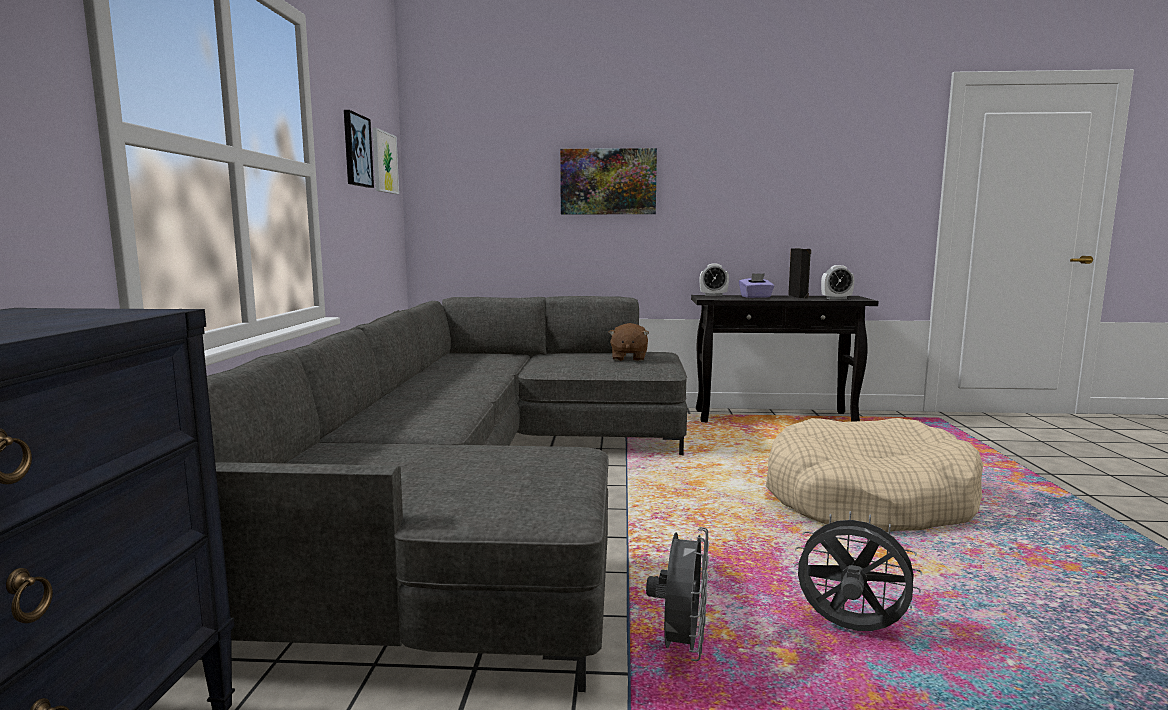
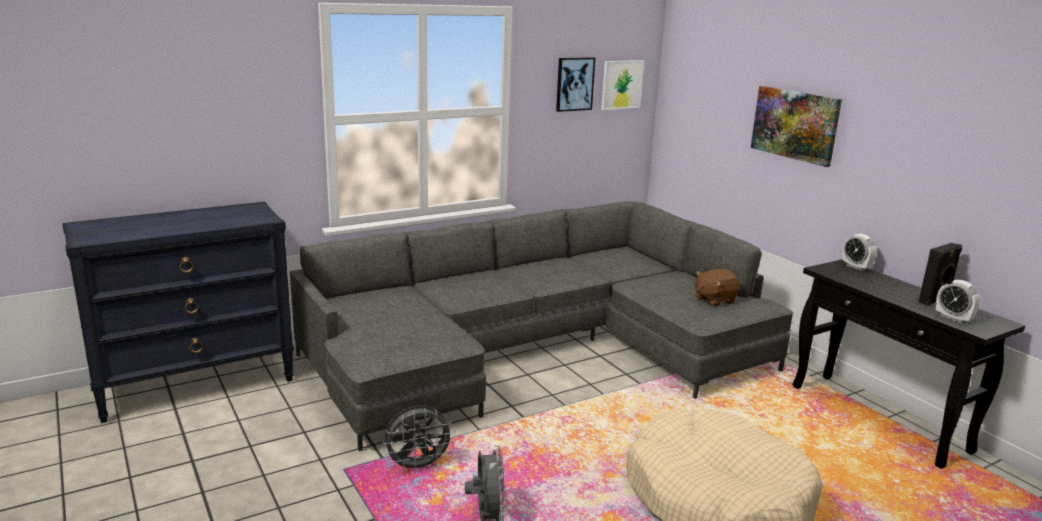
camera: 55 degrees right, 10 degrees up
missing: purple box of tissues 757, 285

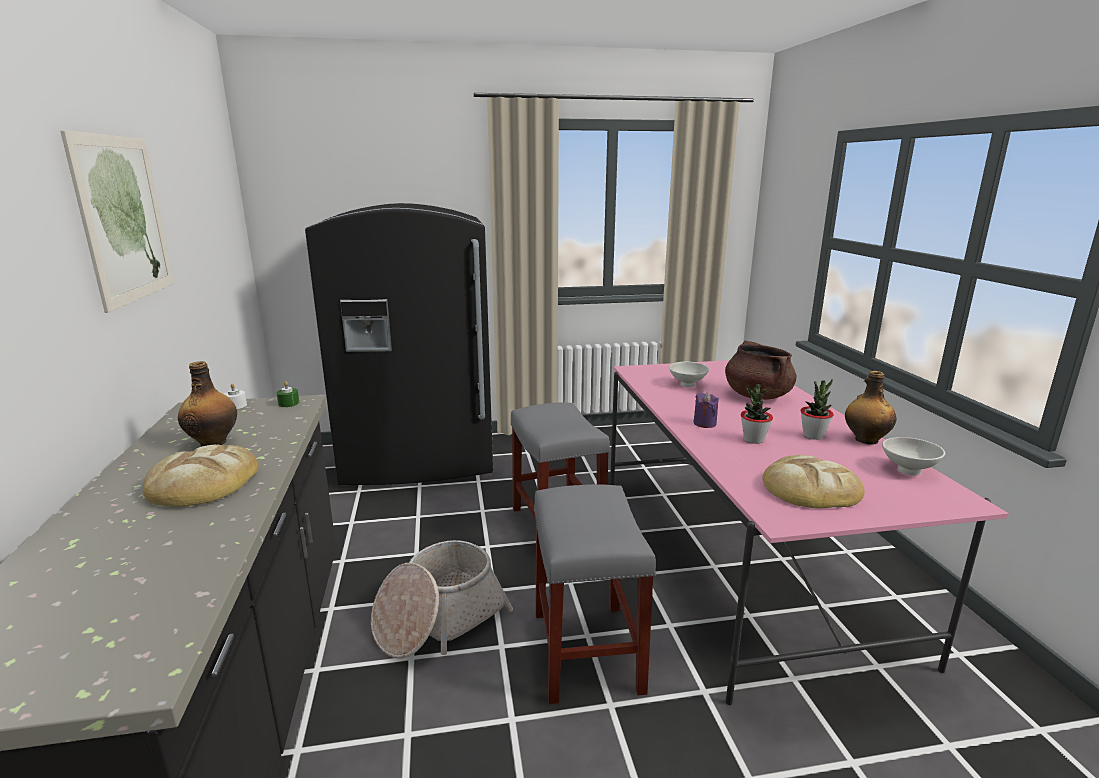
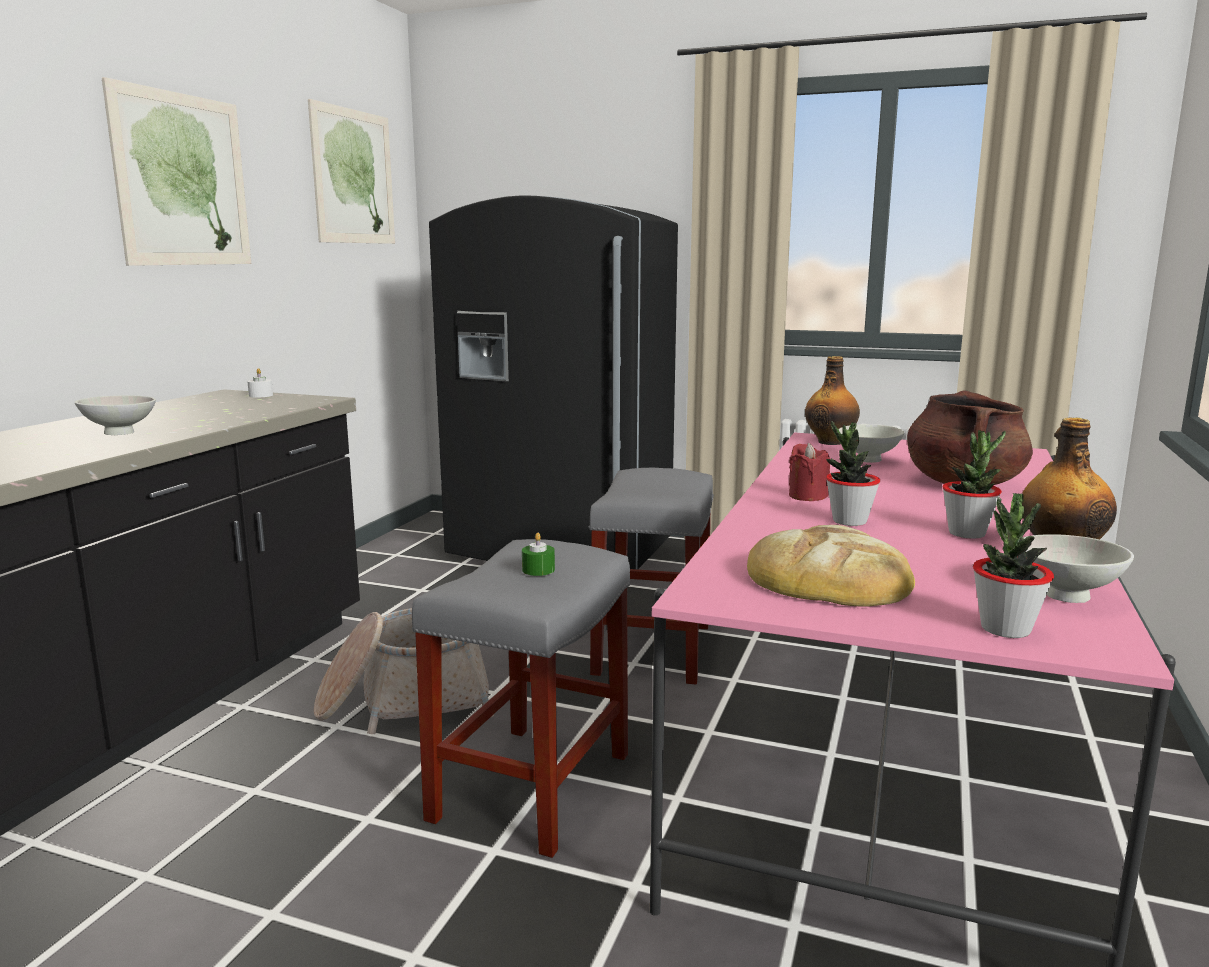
camera: 30 degrees right, 5 degrees down
appeared: wall art 351, 171; houseplant 1013, 565
relocated: greenish wax candle 288, 394 to 538, 554; bottle 207, 404 to 832, 400
exchanged: bakery bread 201, 476 to white-coloured serving bowl 115, 415
colour: purple wax candle 706, 410 to red-coloured wax candle 809, 472

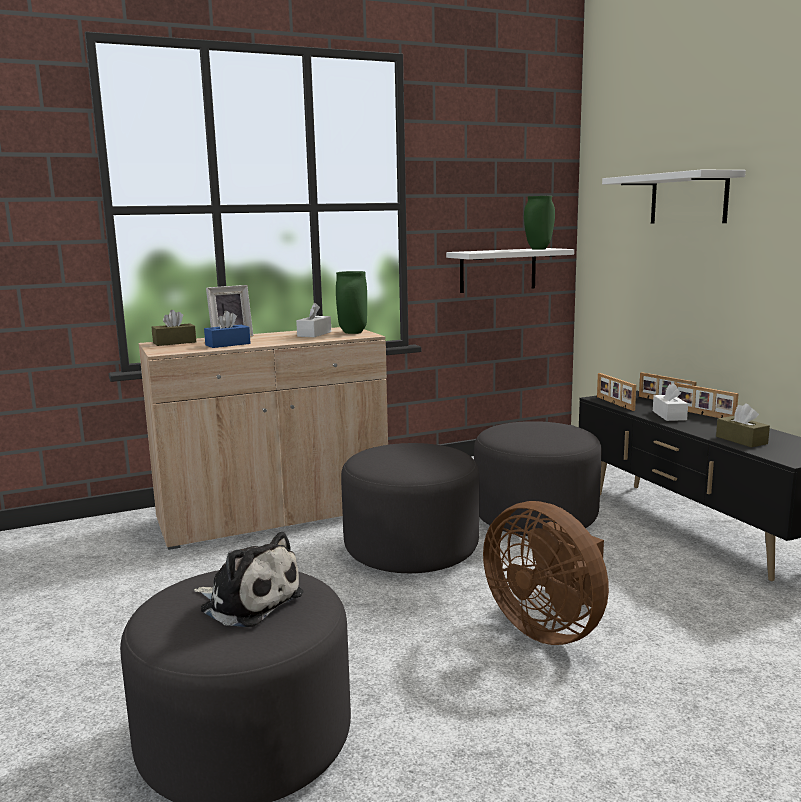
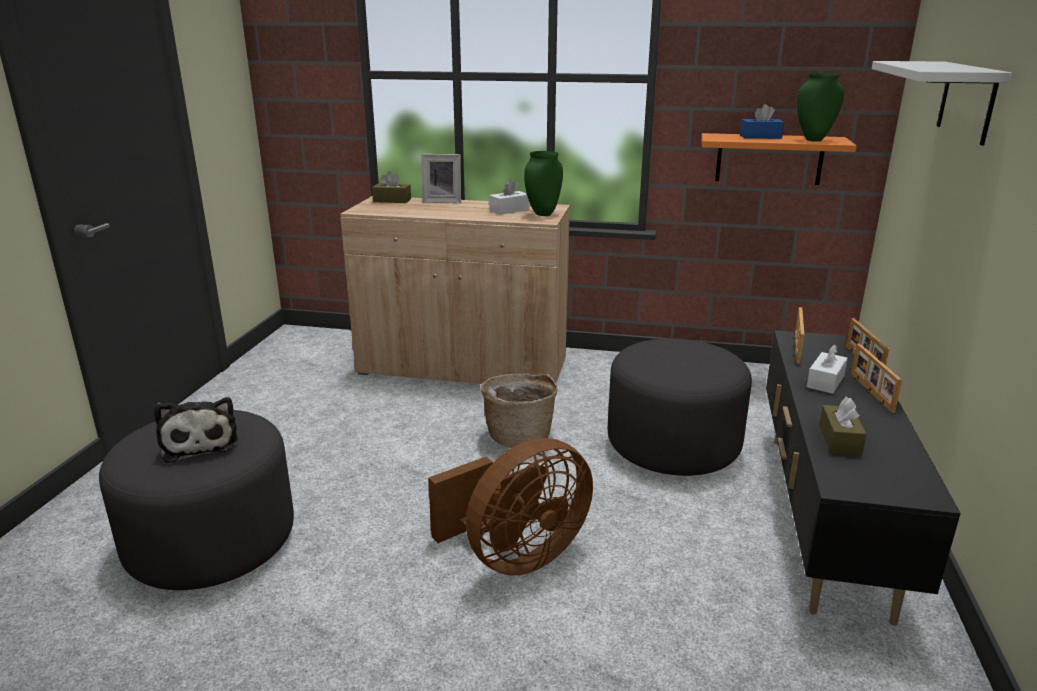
camera: 35 degrees right, 10 degrees up
relocated: bluish box of tissues 227, 329 to 762, 121
exchanged: grey footrest 410, 508 to storage basket 519, 410
colour: white-coloured wall shelf 510, 270 to orangey wall shelf 779, 159
spun: brown electric fan 546, 573 = 510, 506 120 degrees counterclockwise

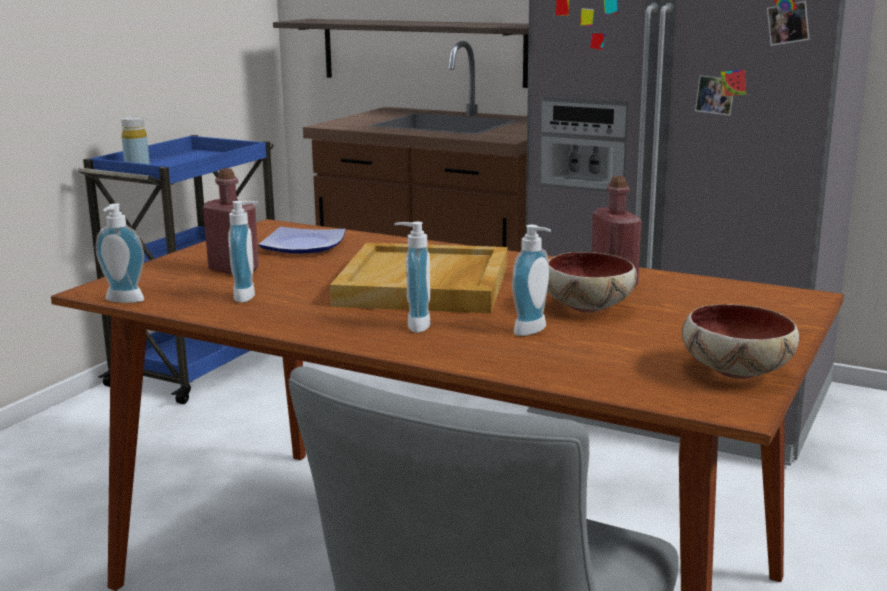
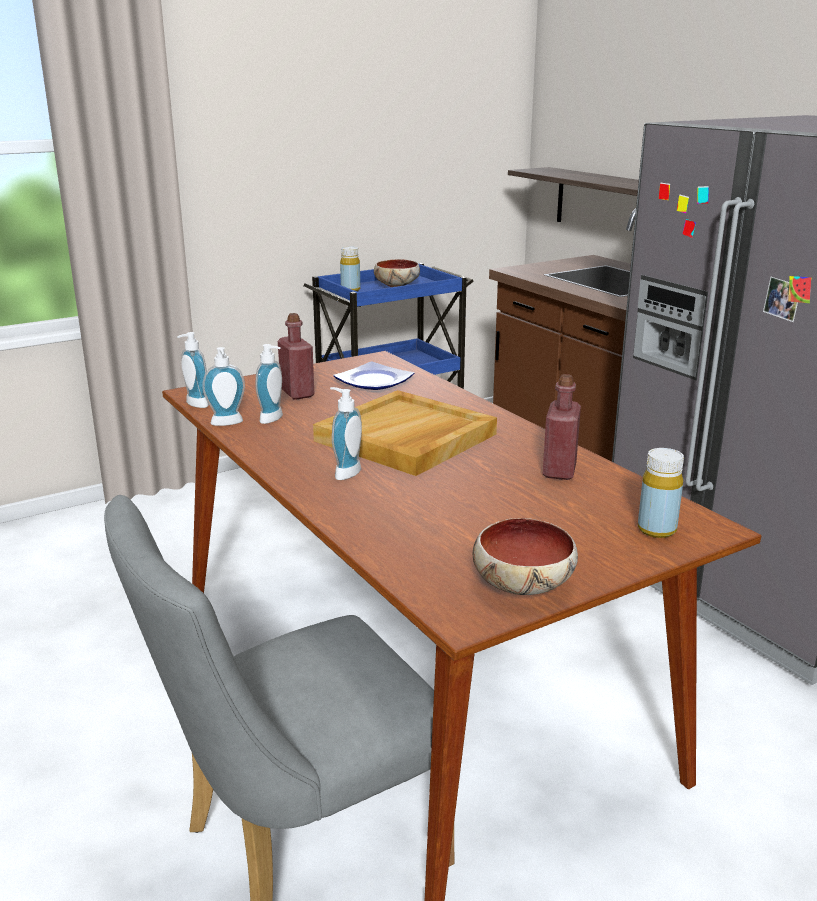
camera: 30 degrees right, 5 degrees up
appeared: yellowish bottle 661, 493
relocated: soap bottle 531, 280 to 223, 386; serving bowl 592, 282 to 397, 273

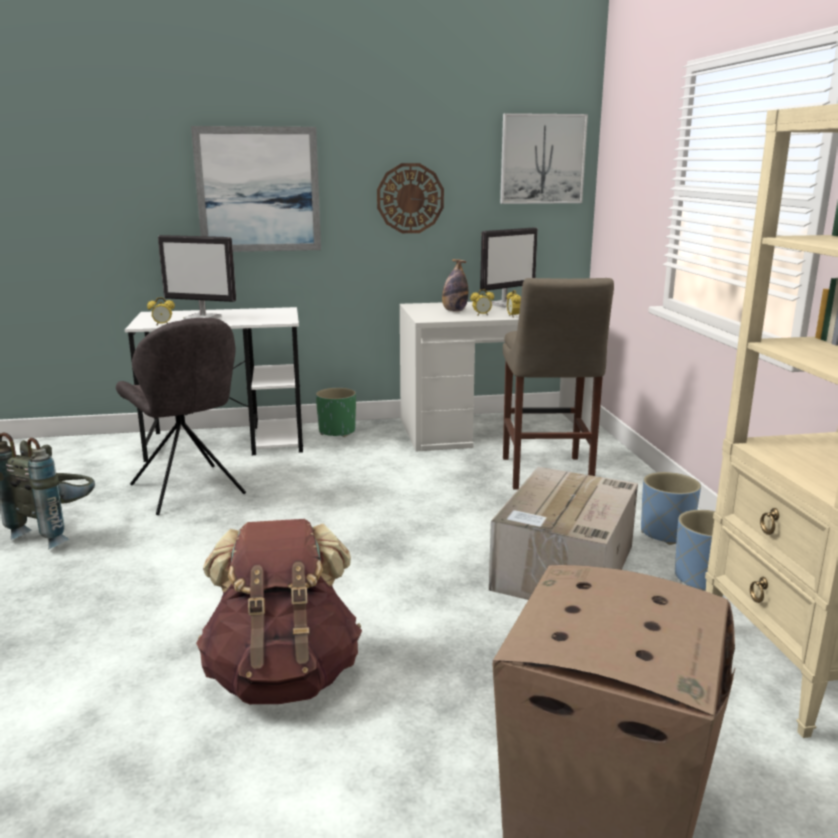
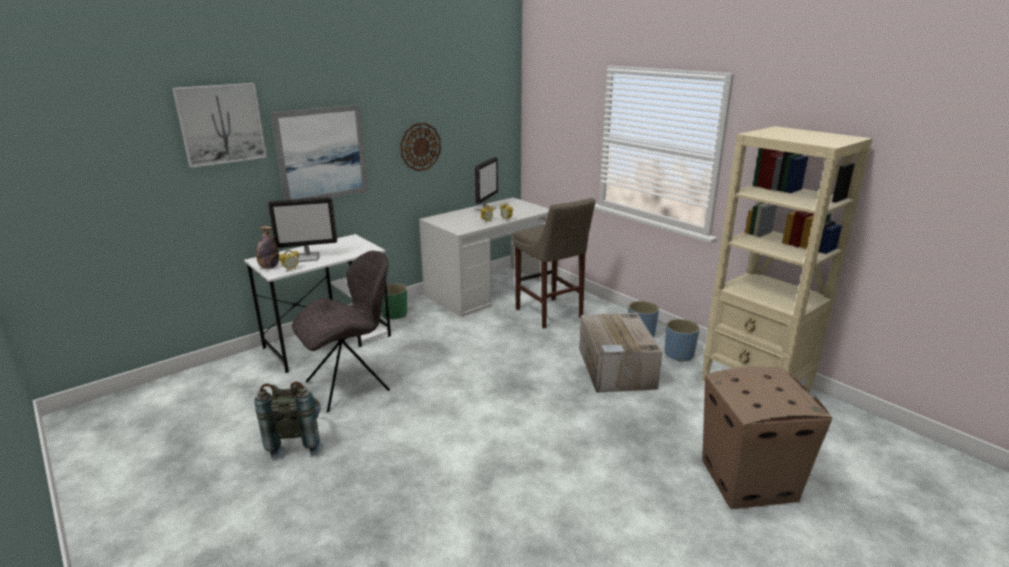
camera: 30 degrees left, 5 degrees up
missing: brown backpack 279, 611
relocated: wall art 544, 158 to 219, 125; bottle 455, 285 to 267, 247
spun: grey plain chair 181, 416 = 341, 331 60 degrees counterclockwise

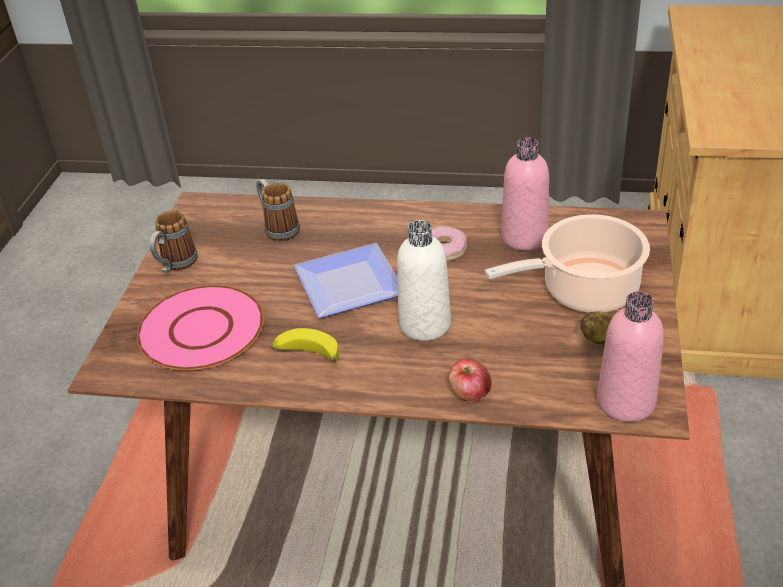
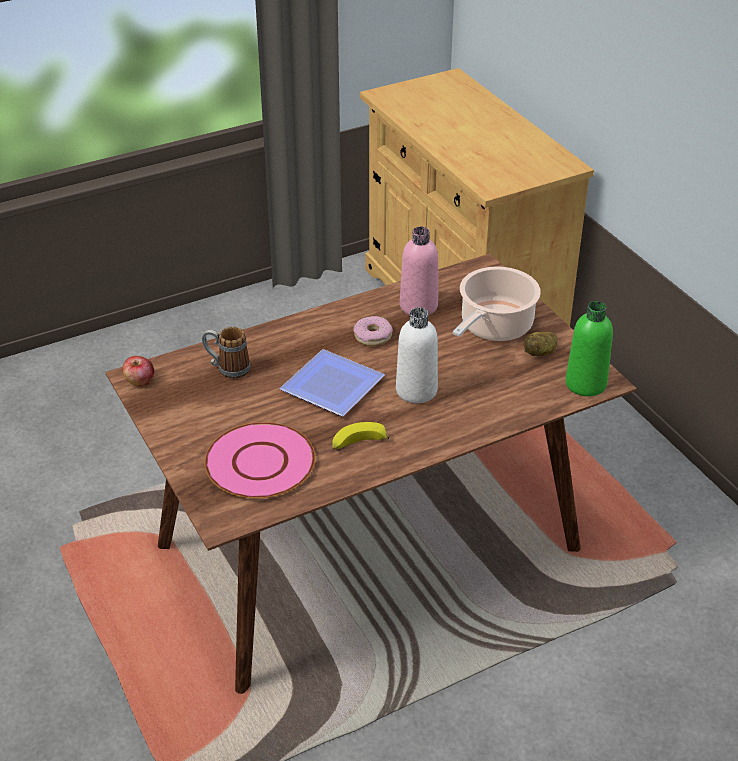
camera: 40 degrees left, 0 degrees up
missing: mug 173, 241
relocated: apple fruit 470, 380 to 138, 371
colour: pink-coloured bottle 630, 356 to greenish bottle 589, 348

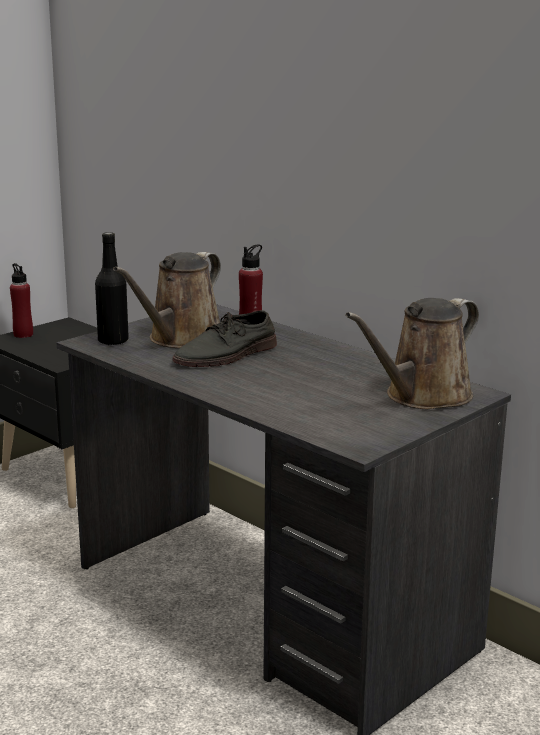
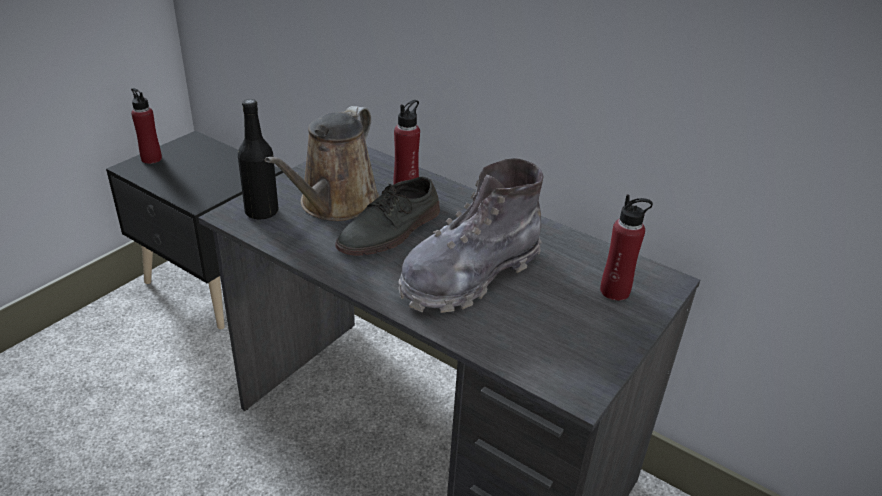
camera: 10 degrees left, 15 degrees up
appeared: grey boot 471, 235
exchanged: brown watering pot 412, 353 to red-coloured bottle 626, 247

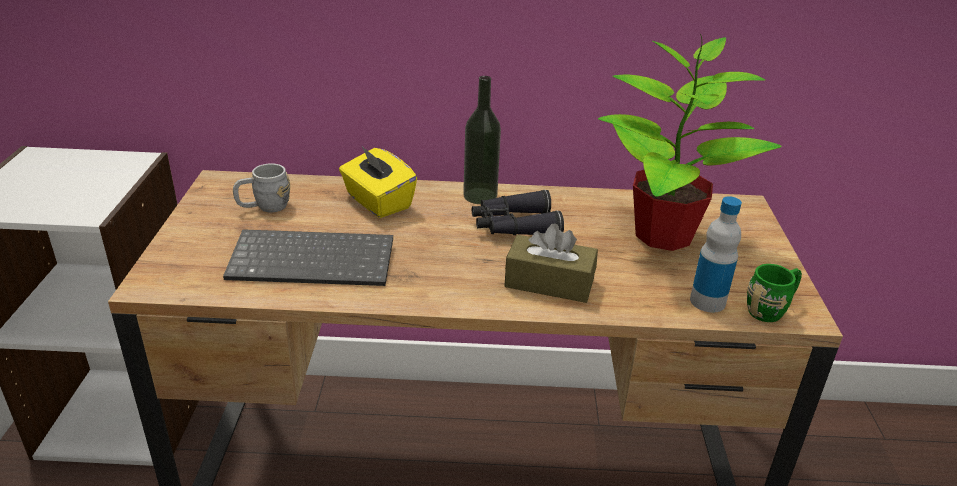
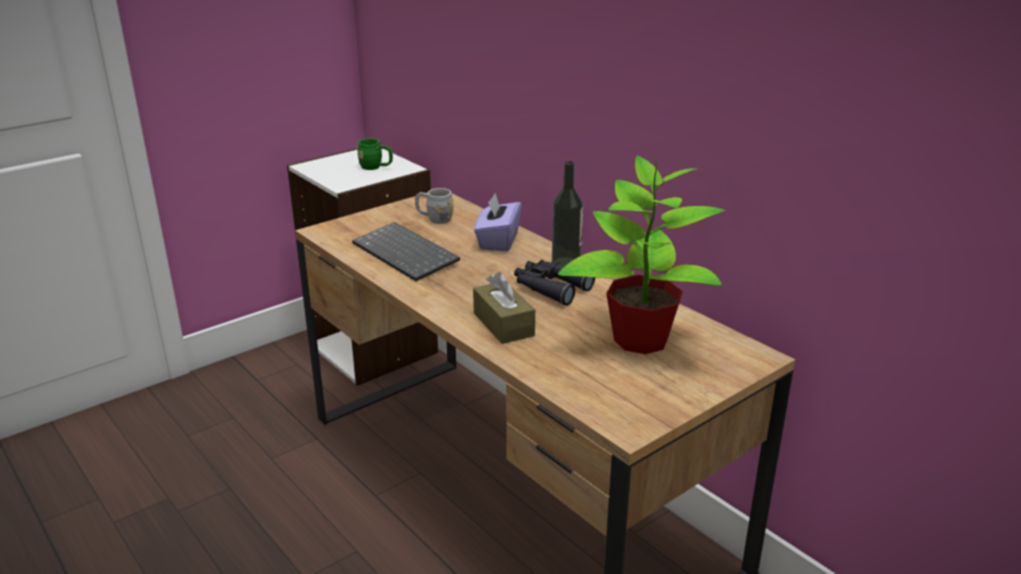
camera: 50 degrees right, 5 degrees down
missing: bottle 716, 254
relocated: greenish mug 774, 293 to 375, 154
colour: yellowish box of tissues 378, 181 to purple box of tissues 497, 222

